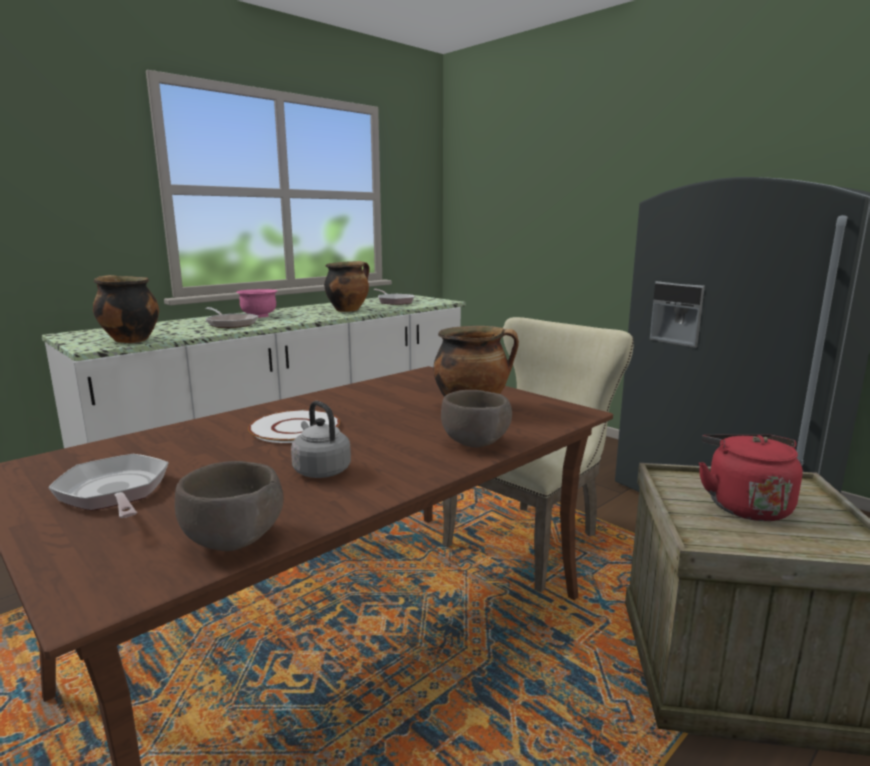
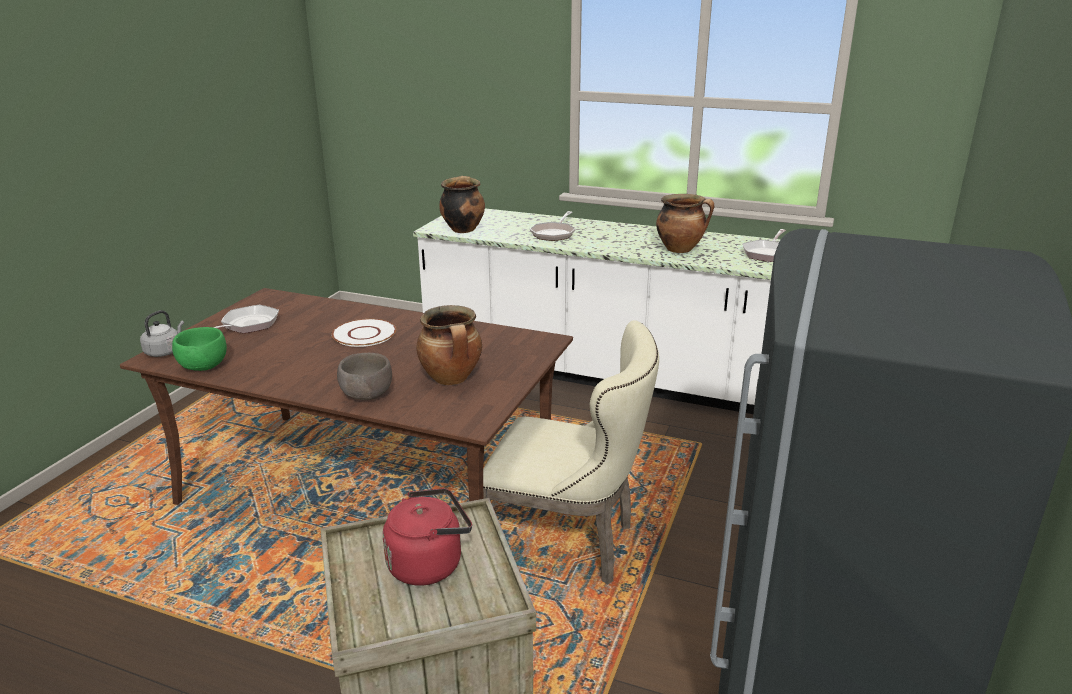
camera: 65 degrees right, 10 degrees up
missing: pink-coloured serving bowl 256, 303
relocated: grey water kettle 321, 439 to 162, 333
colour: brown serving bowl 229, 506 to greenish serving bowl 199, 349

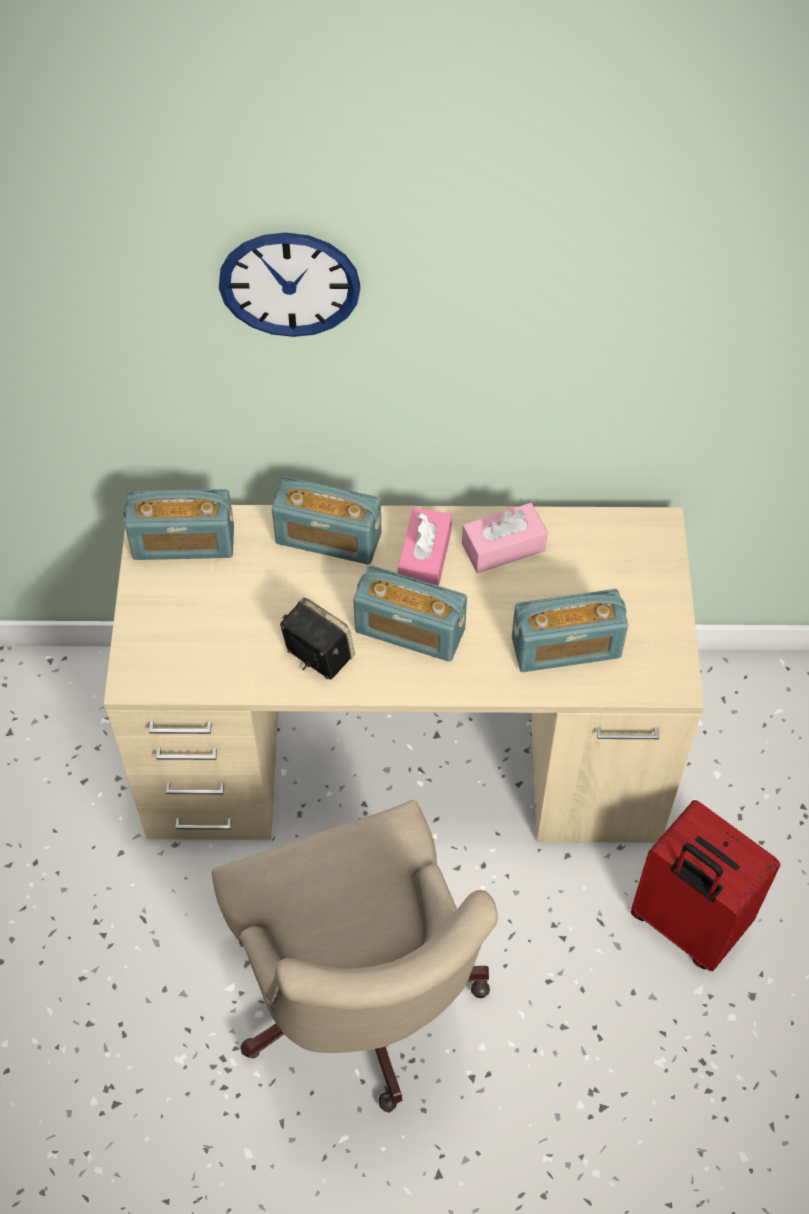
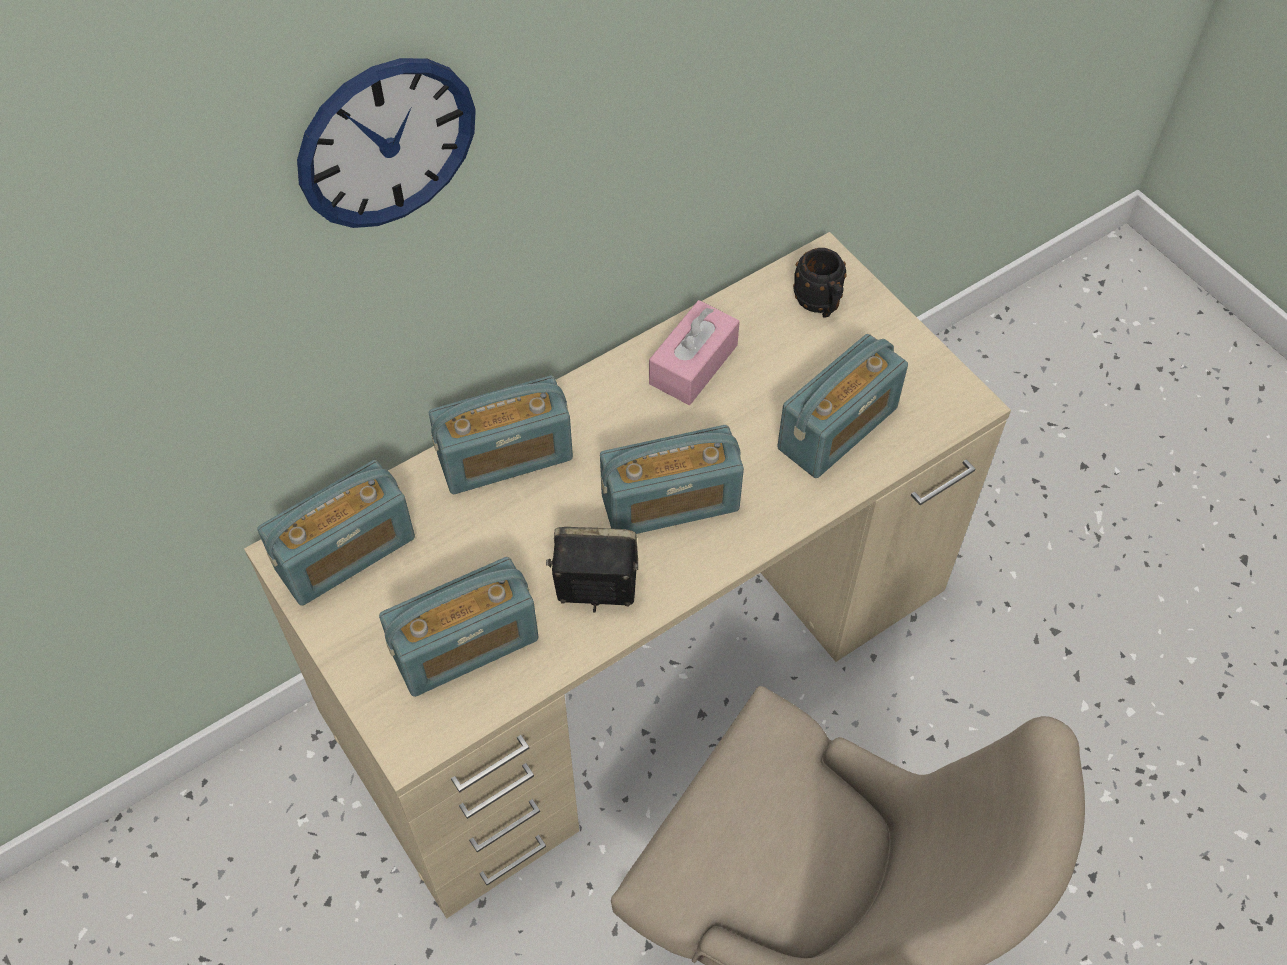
camera: 35 degrees left, 0 degrees up
missing: pink-coloured box of tissues 425, 547; red-coloured travel case 705, 885
appeared: radio set 458, 627; blackish mug 820, 283

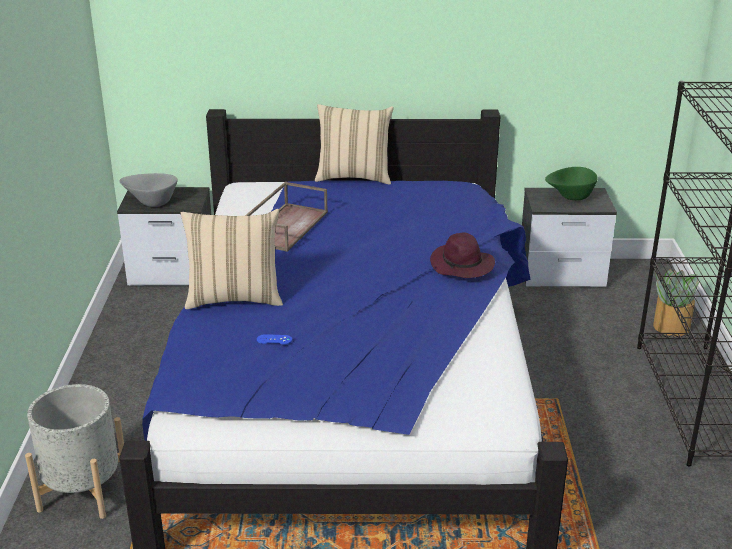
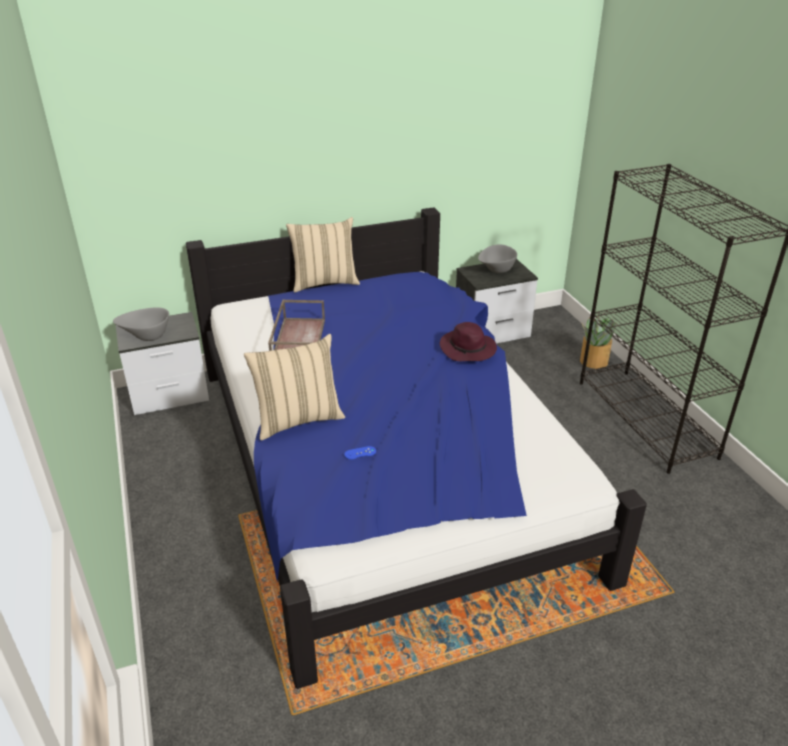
camera: 20 degrees left, 5 degrees up
missing: grey flower pot 74, 451
colour: greenish serving bowl 571, 183 to grey serving bowl 497, 258

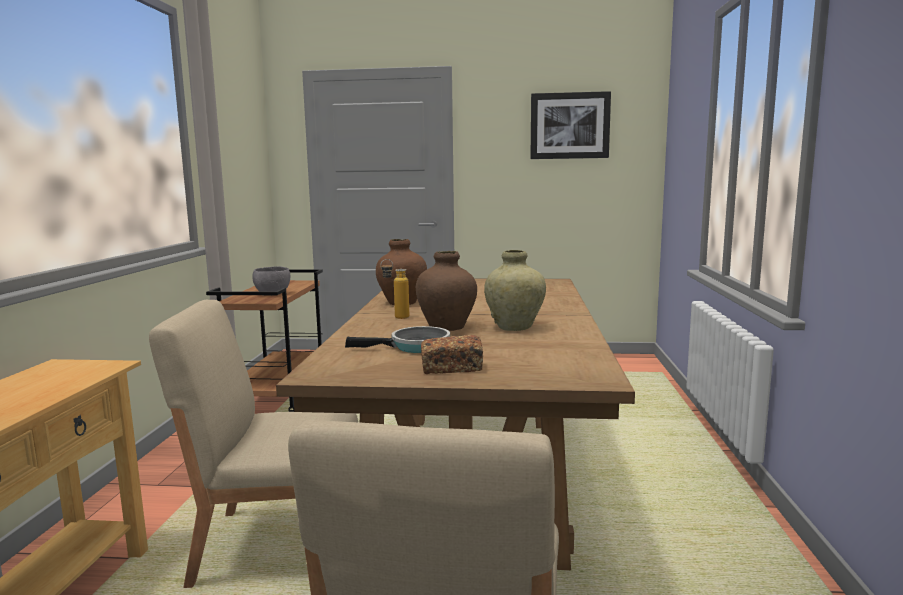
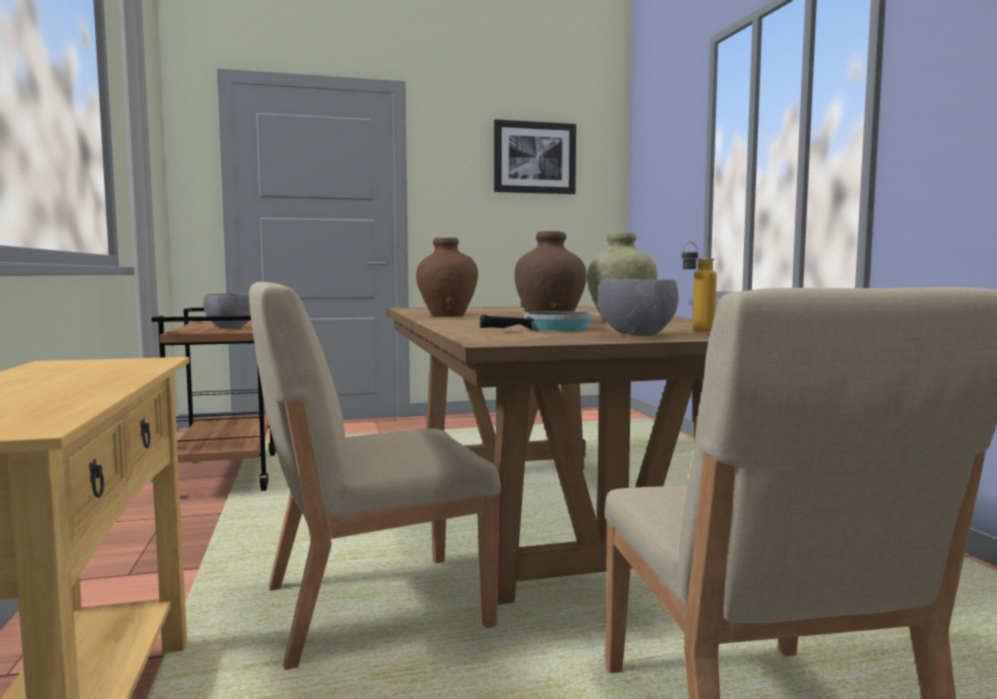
camera: 20 degrees left, 5 degrees down
relocated: bottle 394, 289 to 699, 287
exchanged: bakery bread 452, 354 to grey serving bowl 638, 307

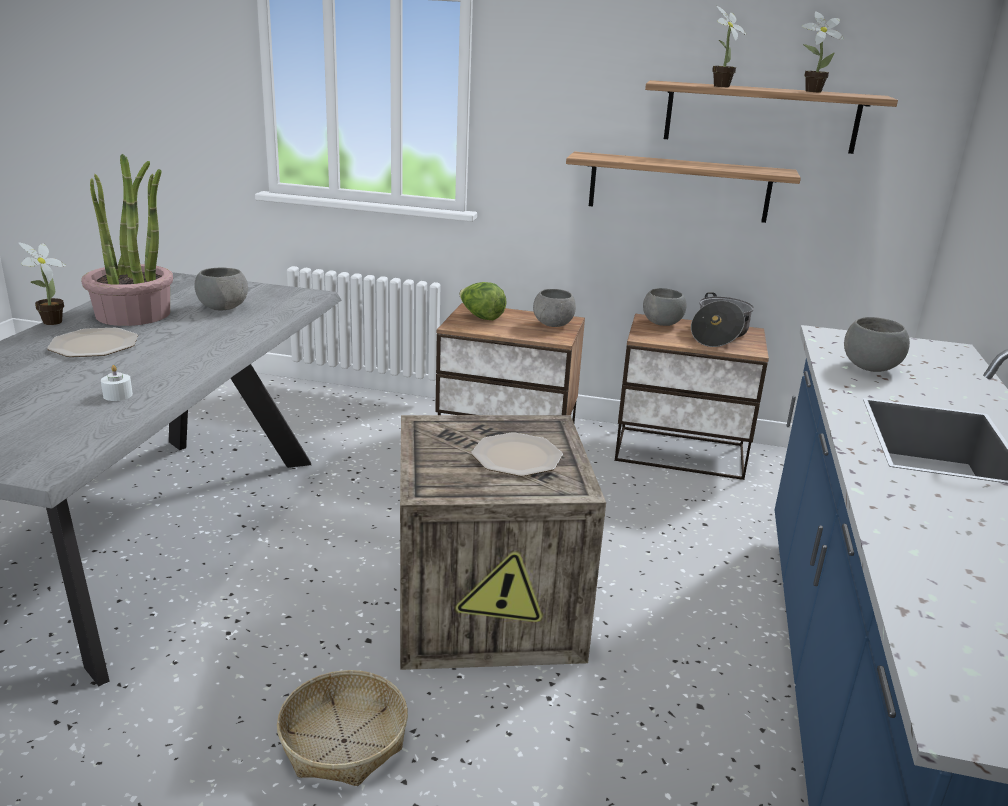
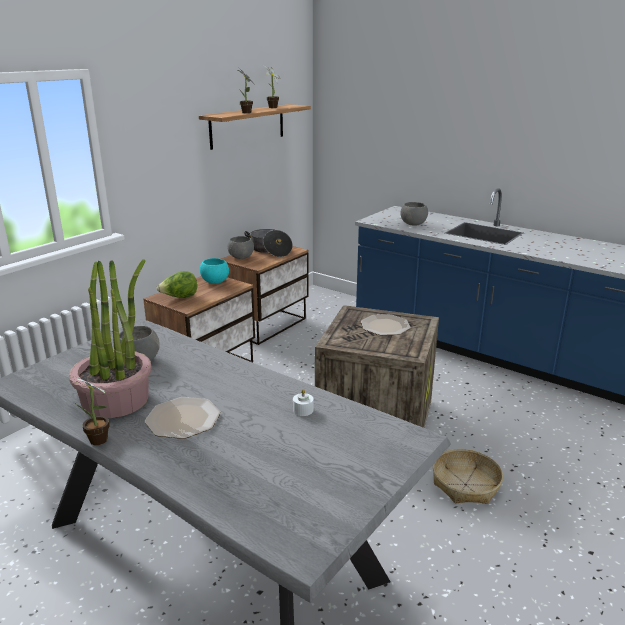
camera: 65 degrees left, 0 degrees up
missing: wall shelf 683, 187
colour: grey serving bowl 554, 308 to turquoise-coloured serving bowl 214, 271

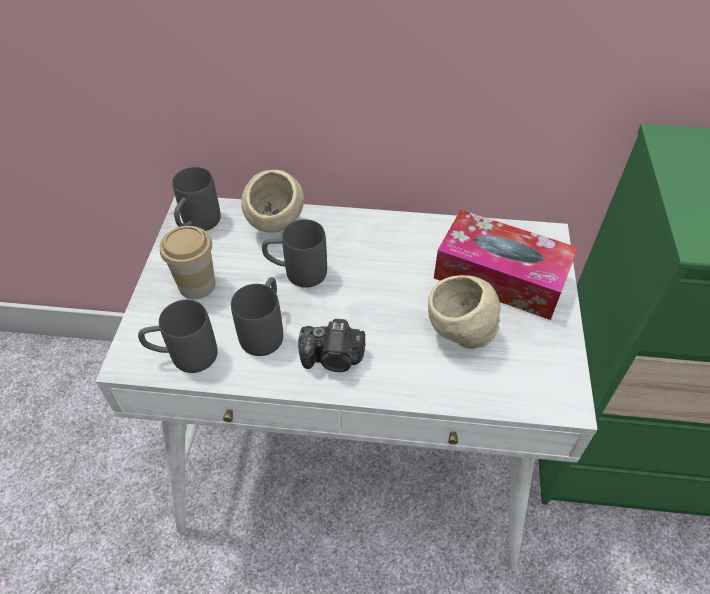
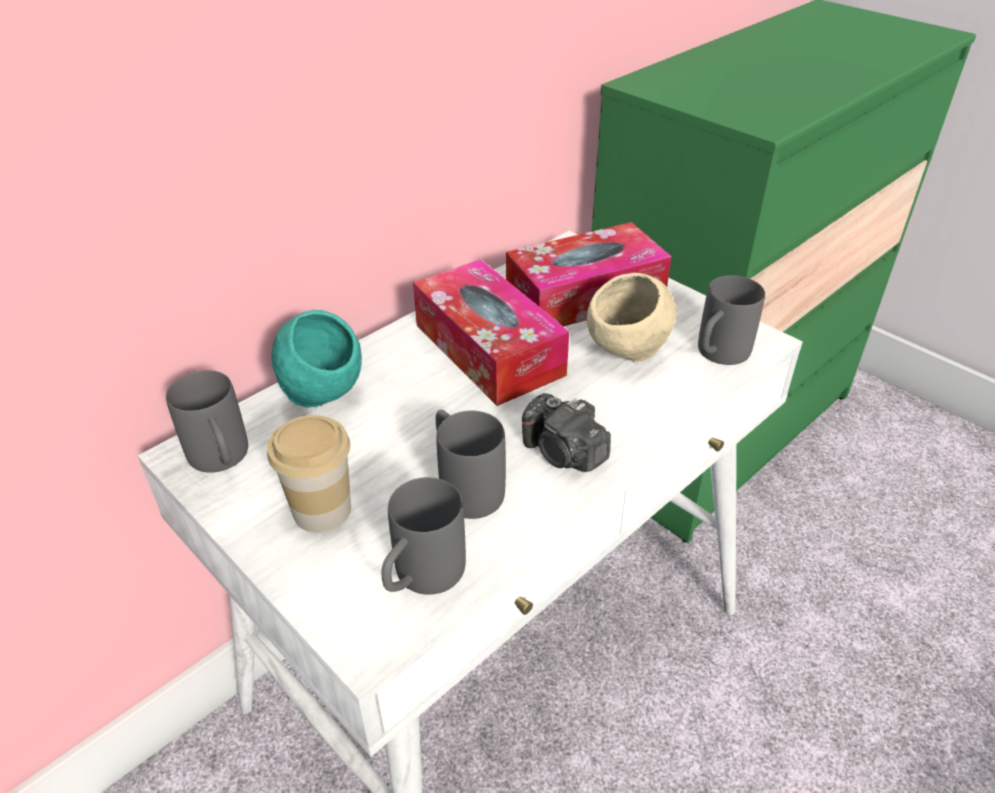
camera: 50 degrees left, 10 degrees down
appeared: box of tissues 491, 332
relocated: grey mug 294, 253 to 731, 320
colour: beige-coloured serving bowl 272, 201 to turquoise-coloured serving bowl 316, 359
spun: still camera 332, 345 = 566, 432 90 degrees clockwise

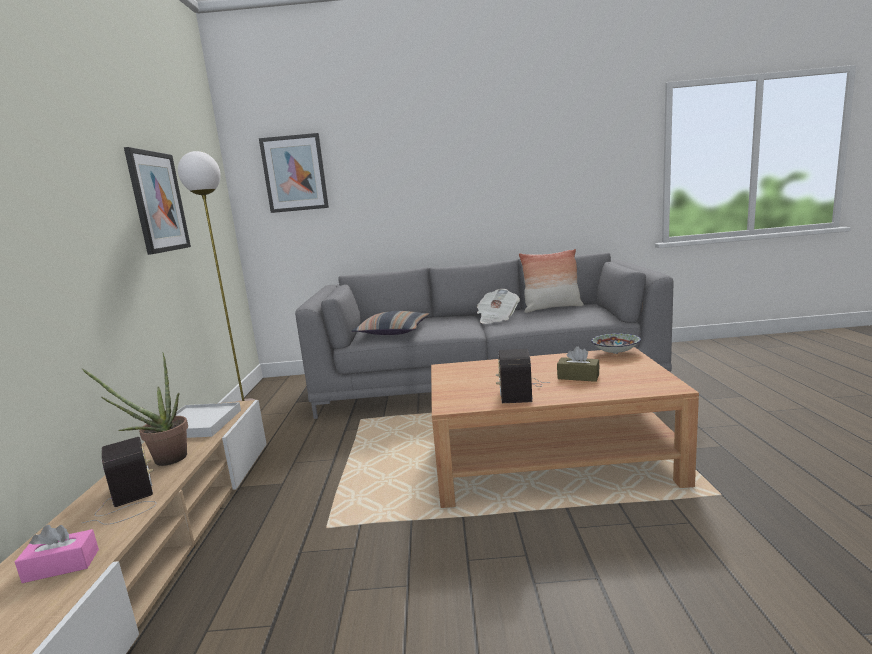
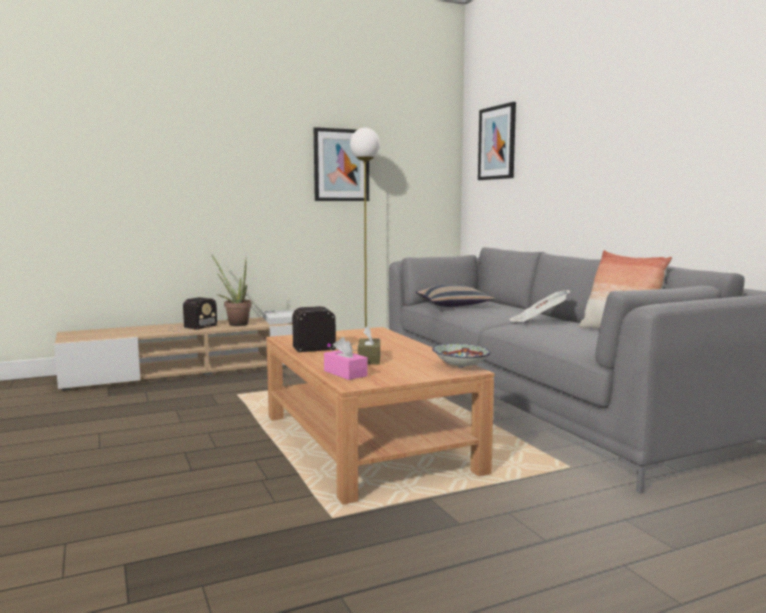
camera: 65 degrees right, 5 degrees down
relocated: pink-coloured box of tissues 57, 554 to 345, 358

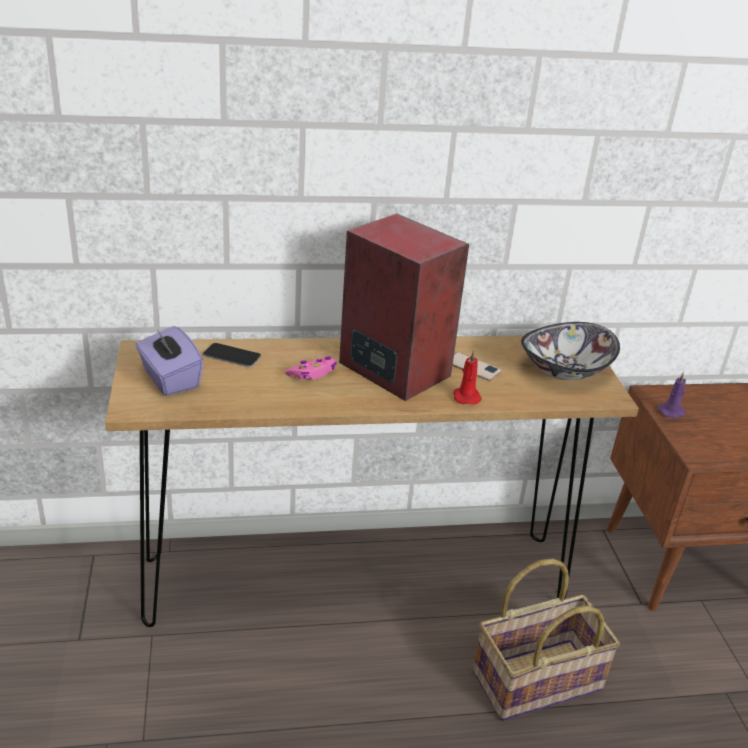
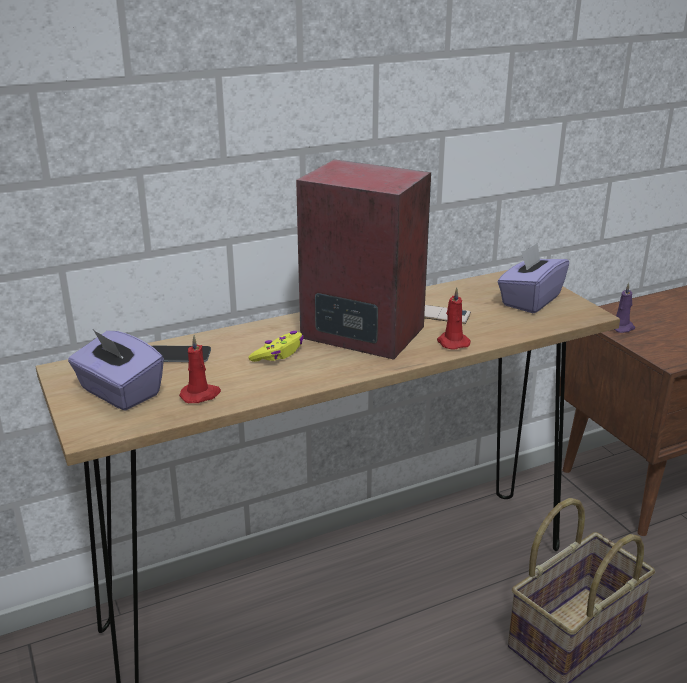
camera: 15 degrees left, 5 degrees down
appeared: red-coloured wax candle 200, 369
exchanged: serving bowl 570, 351 to purple box of tissues 533, 278
colour: pink-coloured game controller 311, 368 to yellowish game controller 276, 346

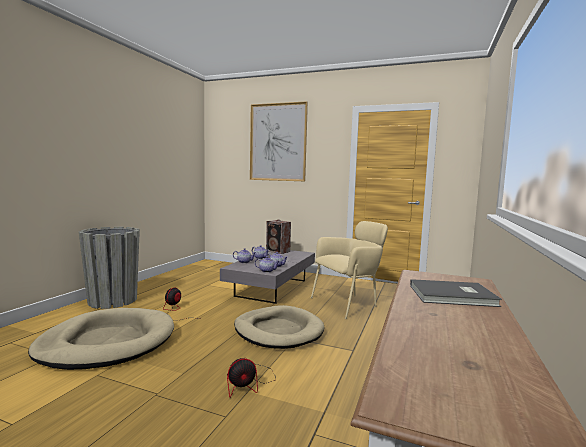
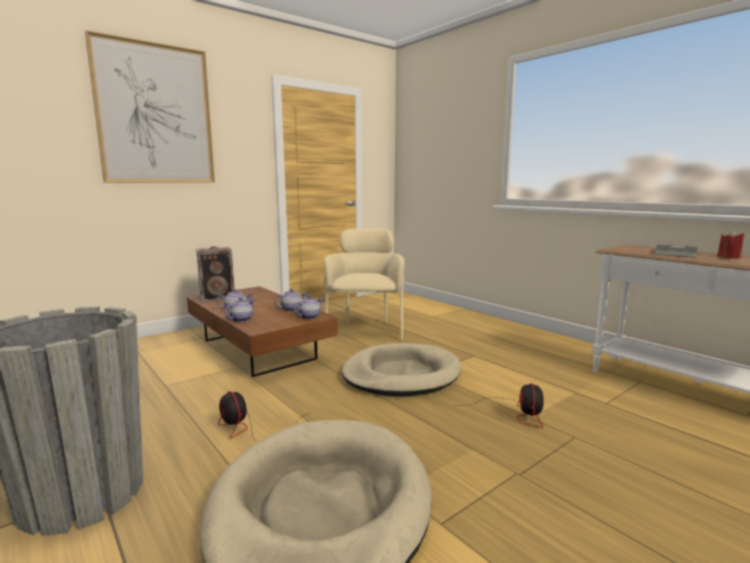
camera: 60 degrees left, 5 degrees up
appeared: red-coloured wax candle 731, 244
colour: grey low table 267, 277 to brown low table 262, 331

